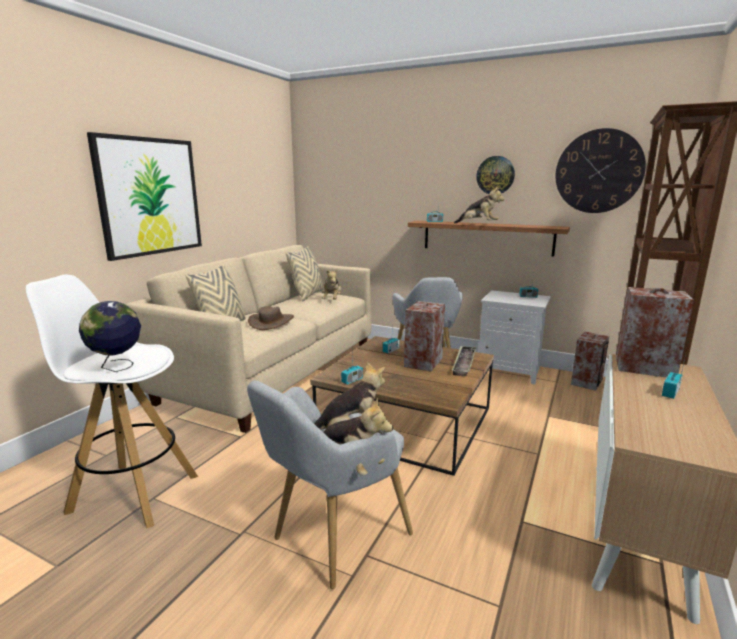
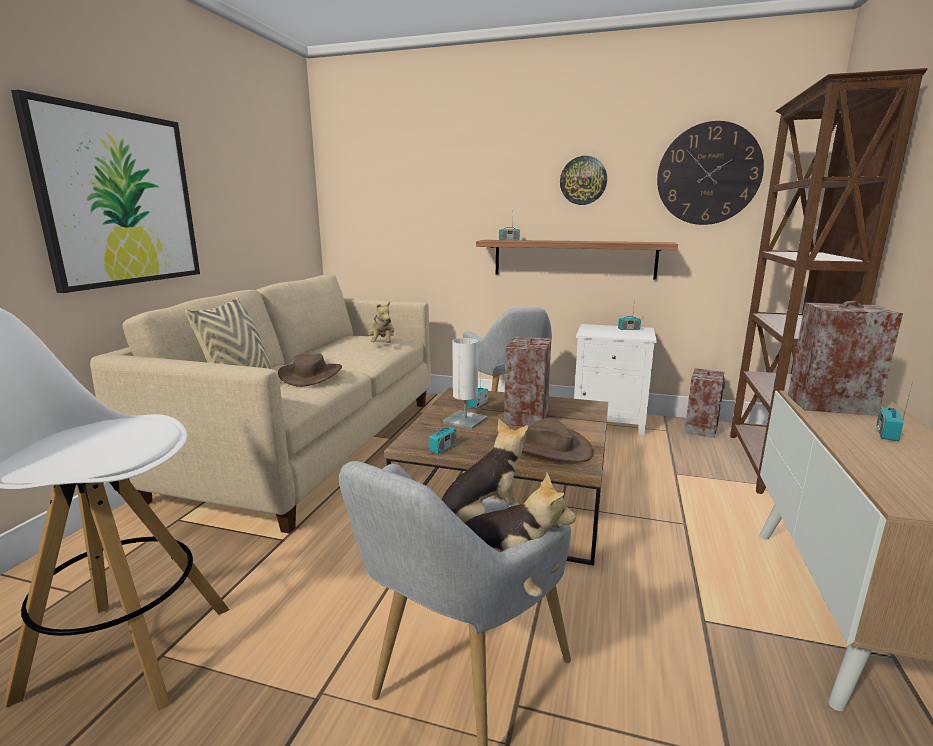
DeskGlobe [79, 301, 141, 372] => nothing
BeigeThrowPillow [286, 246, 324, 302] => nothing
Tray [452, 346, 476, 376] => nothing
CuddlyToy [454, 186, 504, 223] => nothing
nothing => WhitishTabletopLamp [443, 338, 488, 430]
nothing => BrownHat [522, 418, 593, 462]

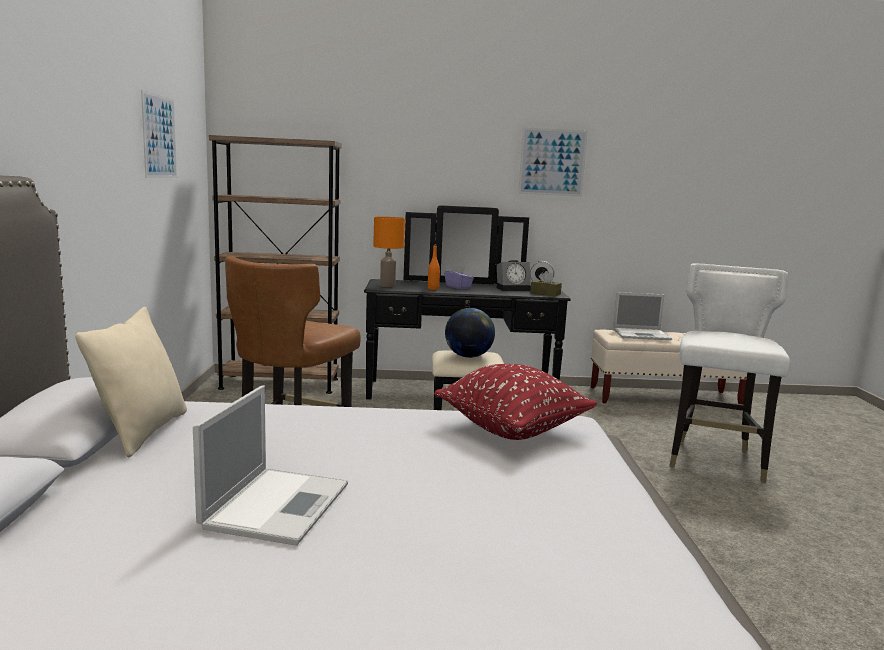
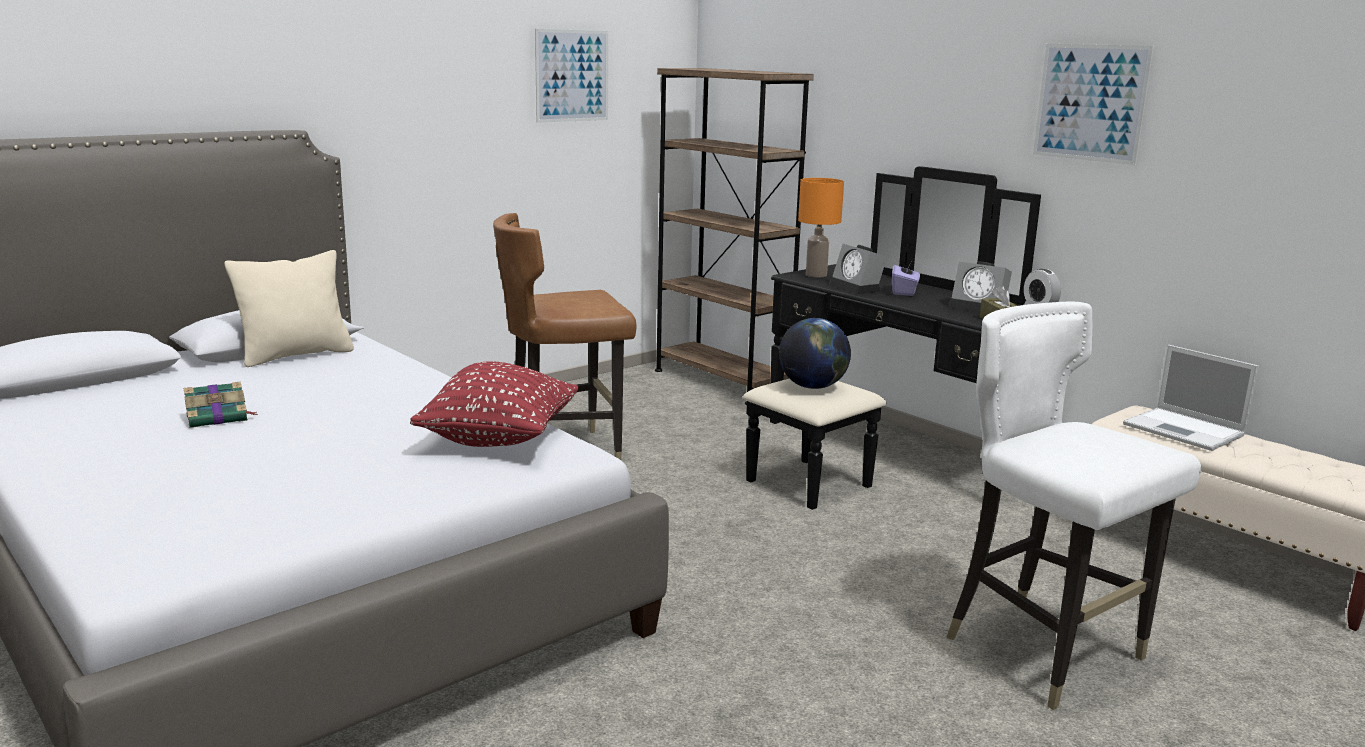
PortableComputer [193, 385, 348, 546] => Volume [184, 381, 257, 428]
OrangeBeverageBottle [428, 245, 440, 290] => TableClock [830, 244, 887, 294]
WhitishUprightChair [669, 264, 790, 483] => WhitishUprightChair [946, 302, 1201, 710], 105 degrees counterclockwise

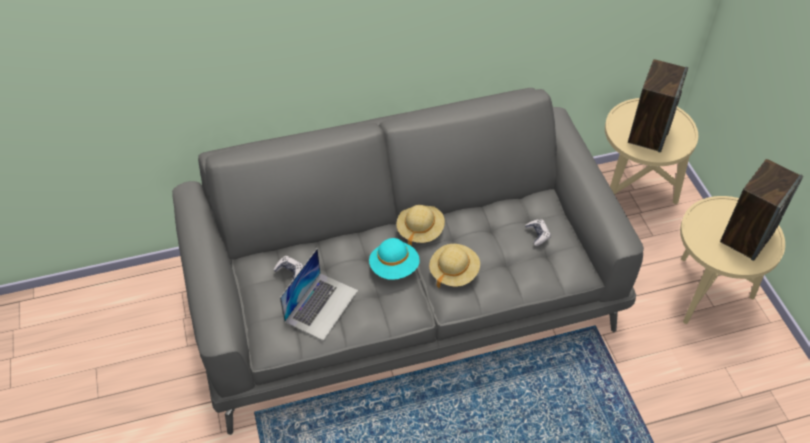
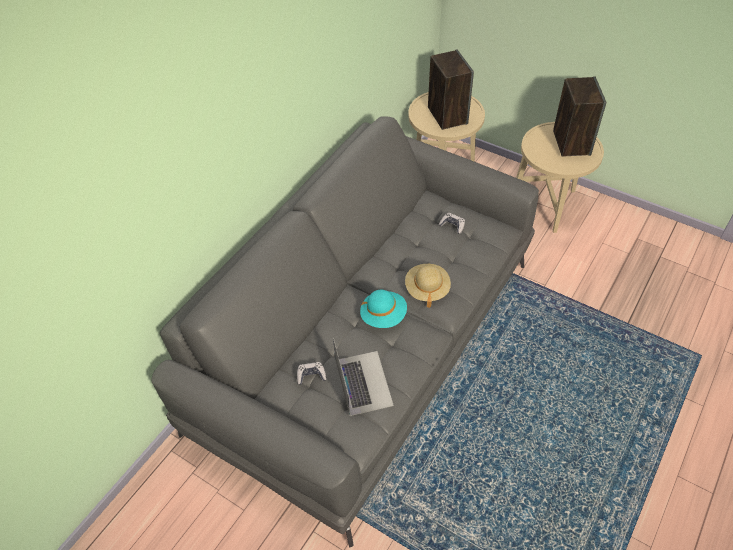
BeigeHat [397, 205, 445, 246] => nothing

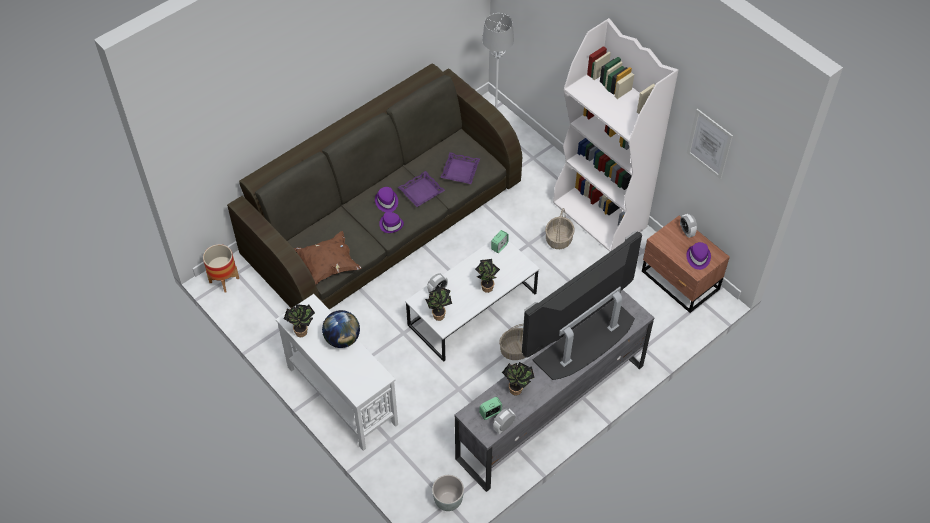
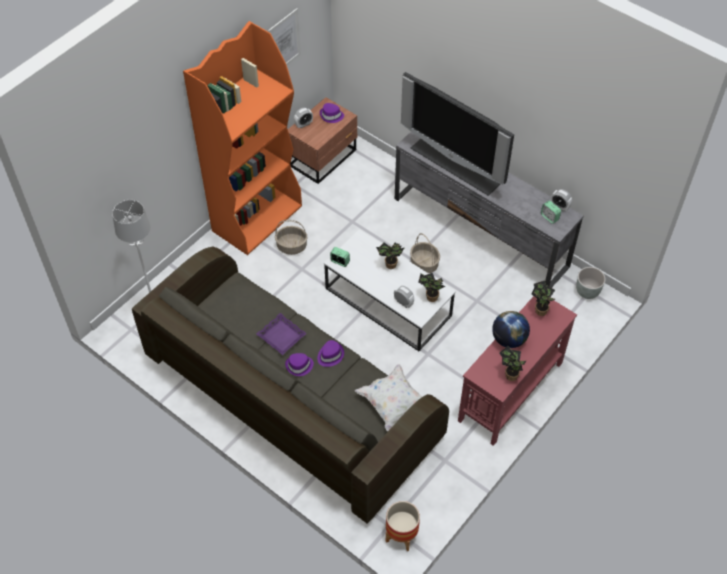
PurpleColouredTray [440, 152, 480, 184] => nothing
PottedPlant [502, 362, 535, 396] => PottedPlant [532, 280, 555, 316], relocated
WhitishConsoleTable [276, 294, 398, 451] => ReddishConsoleTable [458, 296, 577, 446]
BrownThrowPillow [294, 231, 361, 285] => WhitishThrowPillow [354, 364, 422, 431]
WhitishShelvingUnit [553, 18, 678, 252] => OrangeShelvingUnit [183, 21, 302, 255]

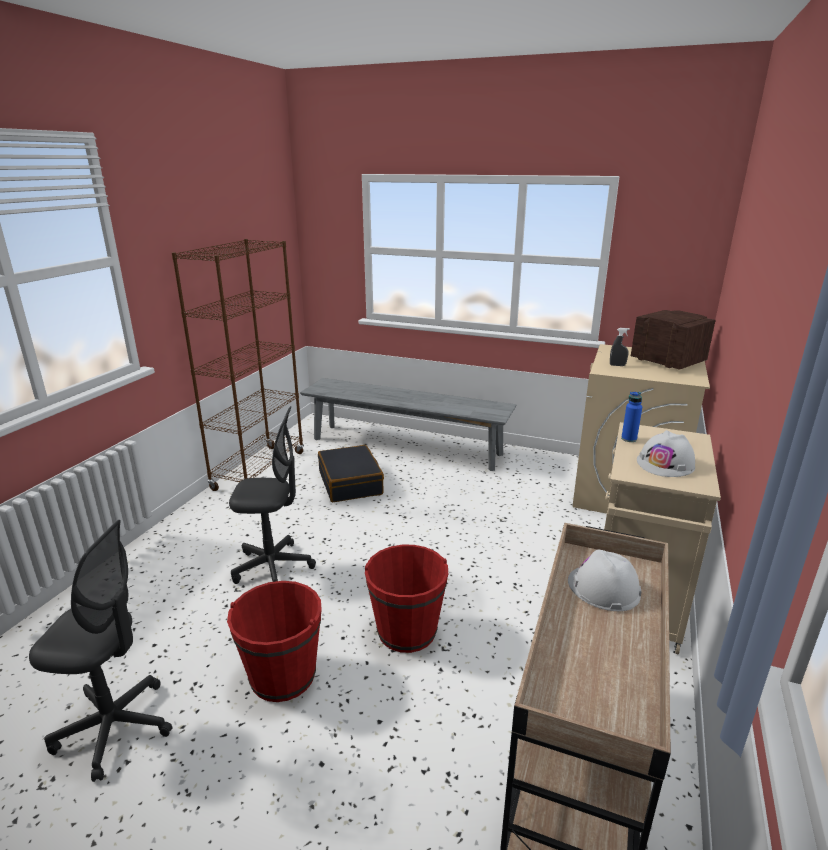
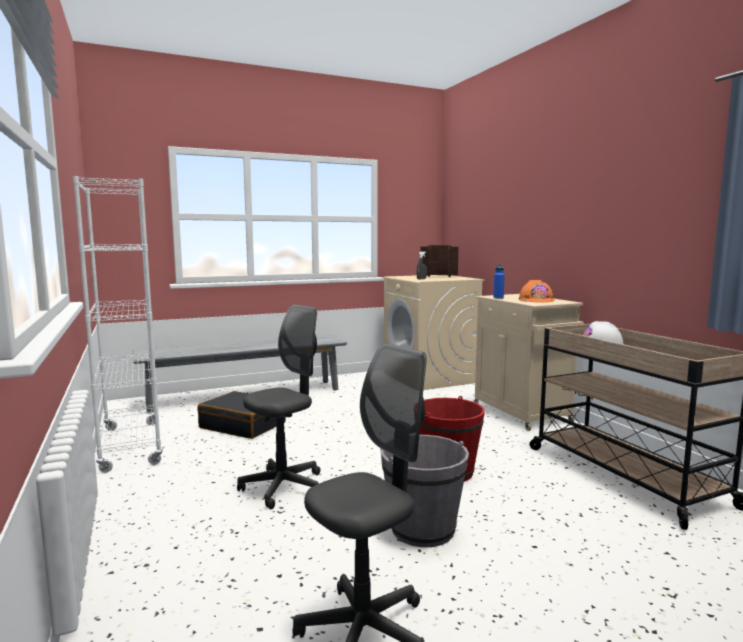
BrownShelvingUnit [172, 239, 304, 491] => WhitishShelvingUnit [73, 176, 163, 473]
ReddishWaterBucket [227, 581, 322, 702] => GreyWaterBucket [380, 435, 469, 547]
WhitishWorkHelmet [637, 430, 695, 477] => OrangeWorkHelmet [519, 280, 555, 303]

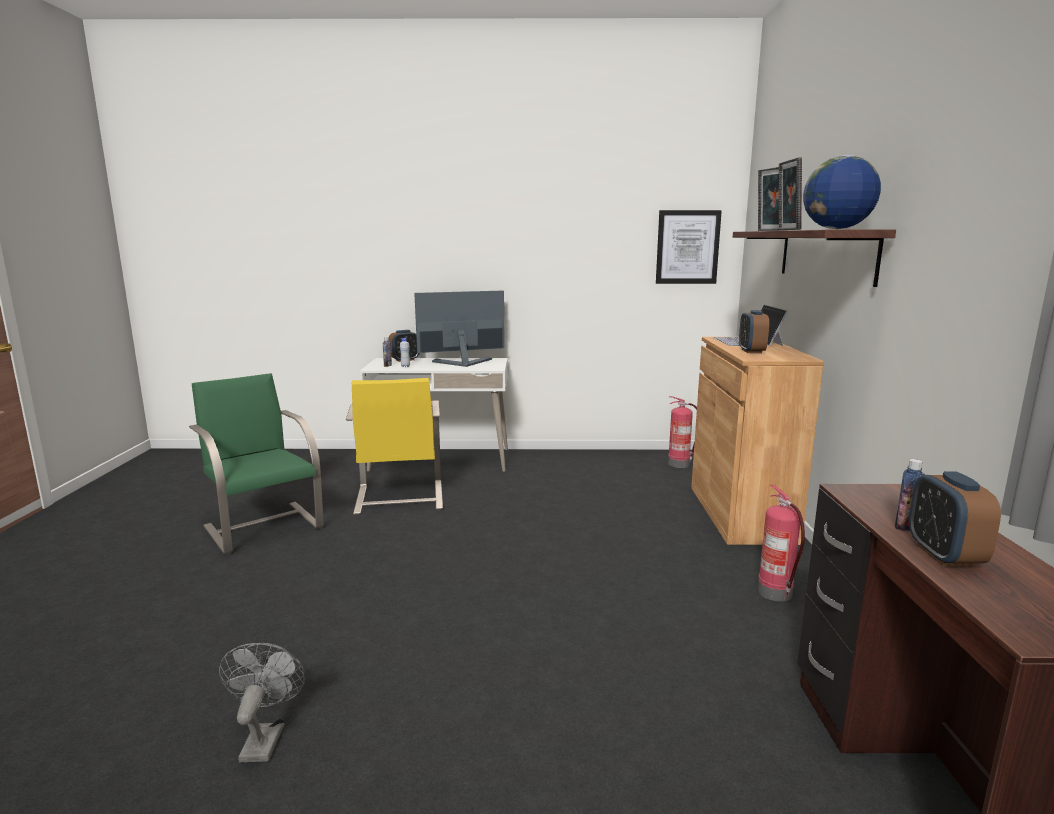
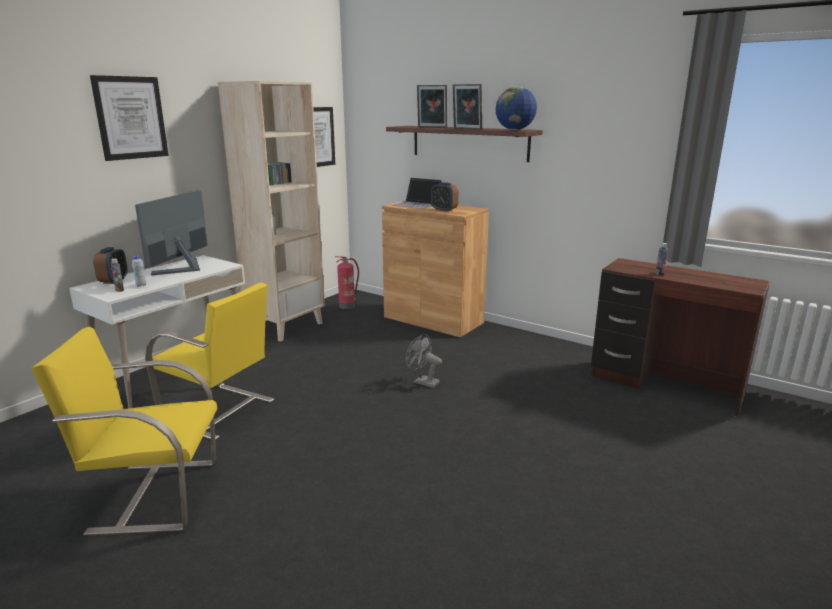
FireFightingCylinder [758, 484, 805, 601] => nothing
TableClock [909, 471, 1001, 567] => nothing
nothing => WallPicture [90, 75, 169, 161]
nothing => BeigeShelvingUnit [218, 81, 325, 342]
GreyFan [219, 643, 305, 762] => GreyFan [406, 334, 442, 388], relocated
GreenishUprightChair [189, 373, 324, 555] => YellowishUprightChair [31, 327, 217, 536]

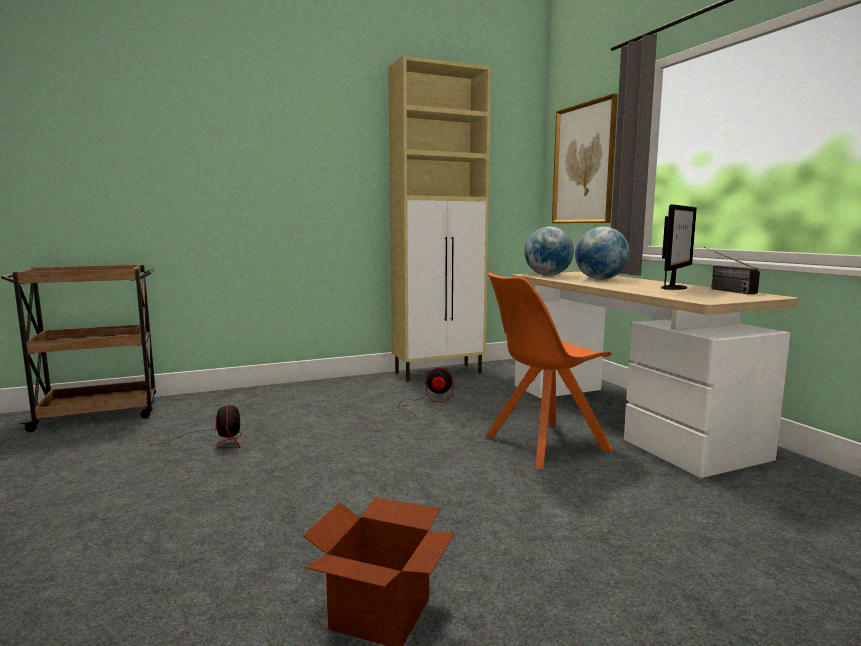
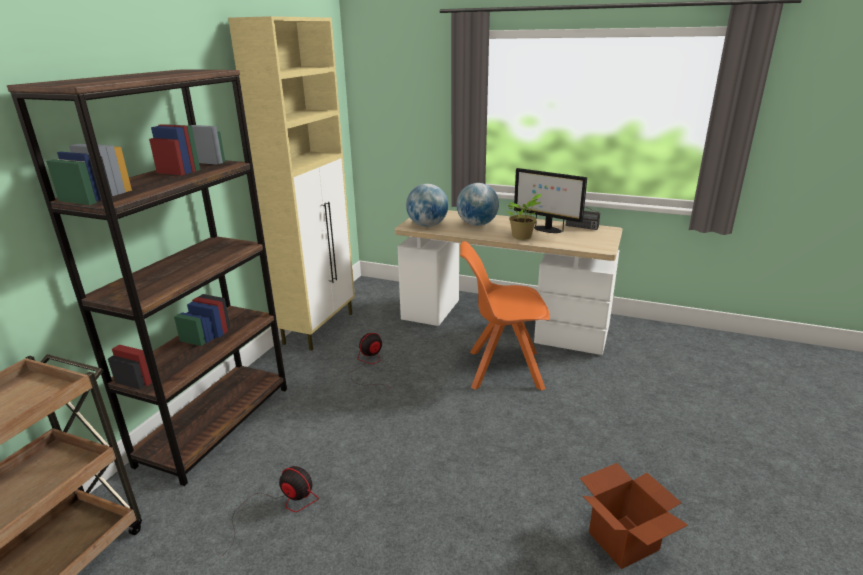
WallPicture [552, 93, 618, 223] => nothing
nothing => BrownShelvingUnit [7, 69, 287, 486]
nothing => PottedPlant [506, 194, 541, 240]
OrangeUprightChair [485, 272, 613, 469] => OrangeUprightChair [460, 241, 550, 391], 75 degrees clockwise
ComputerDisplay [661, 204, 697, 290] => ComputerDisplay [514, 168, 587, 233], 135 degrees clockwise

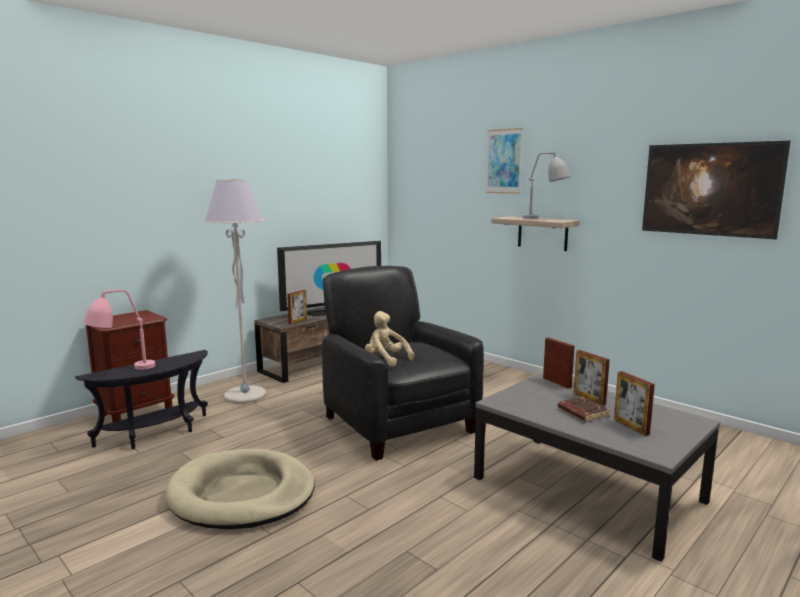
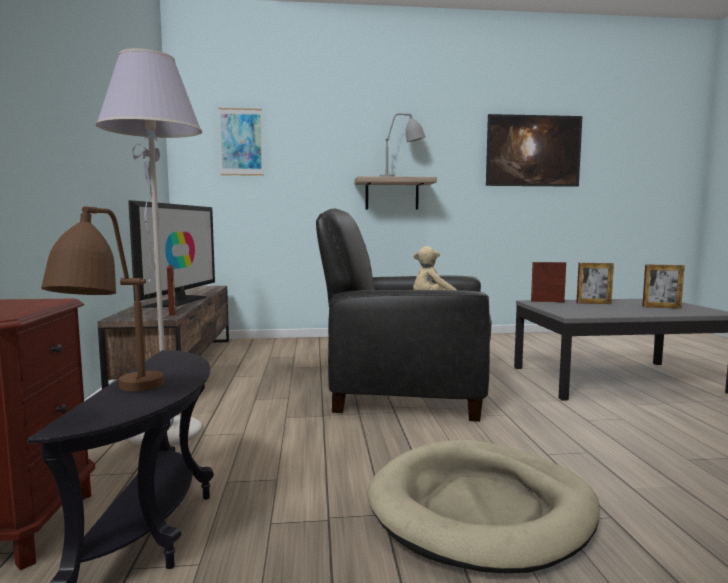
BrownVolume [558, 397, 611, 422] => nothing
WallPicture [486, 128, 523, 194] => WallPicture [218, 108, 264, 176], relocated
PinkColouredTabletopLamp [83, 289, 155, 370] => BrownTabletopLamp [41, 206, 165, 392]

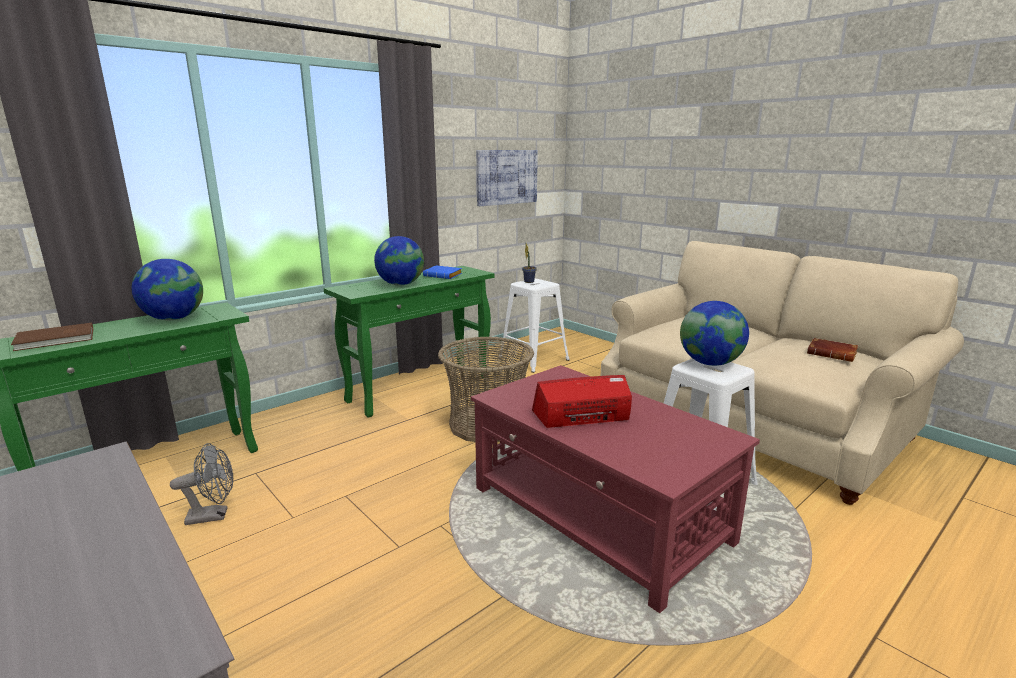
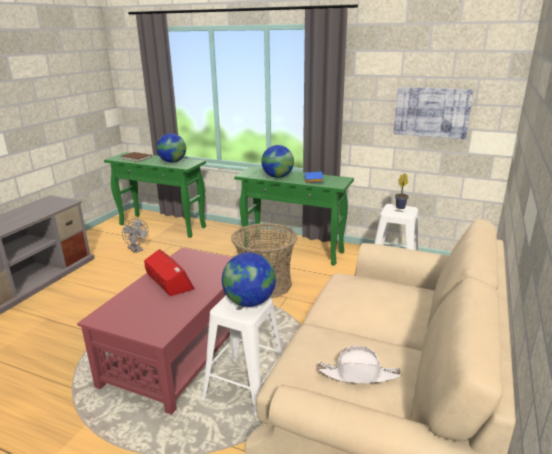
BrownVolume [807, 338, 858, 362] => WhitishHat [317, 346, 401, 383]

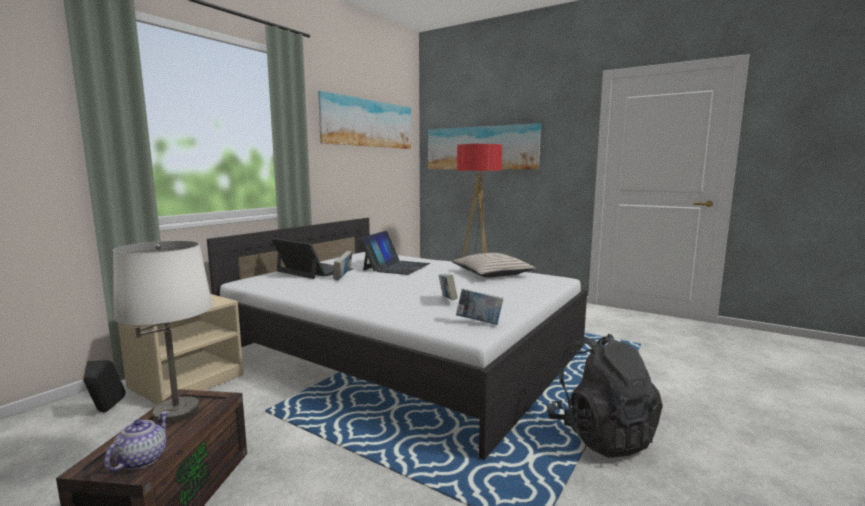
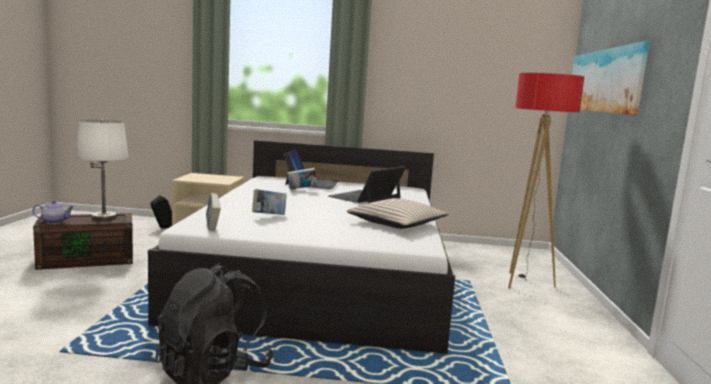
WallPicture [318, 91, 411, 149] => nothing
PortableComputer [359, 231, 430, 275] => PortableComputer [328, 166, 406, 203], 135 degrees clockwise

